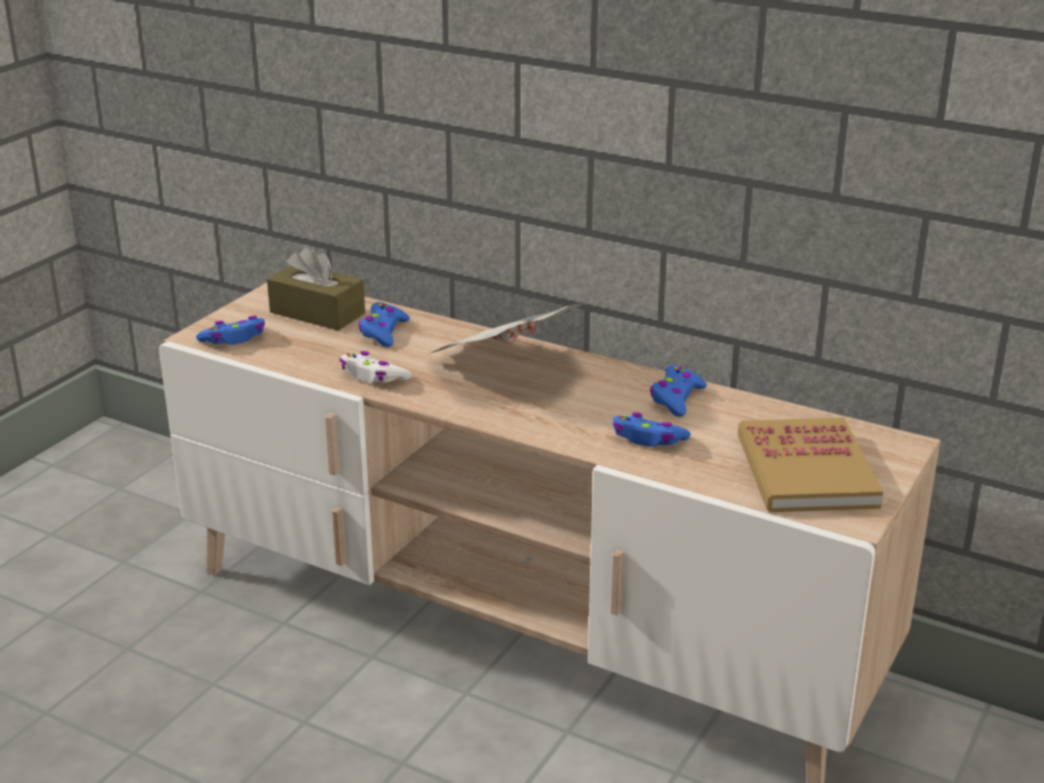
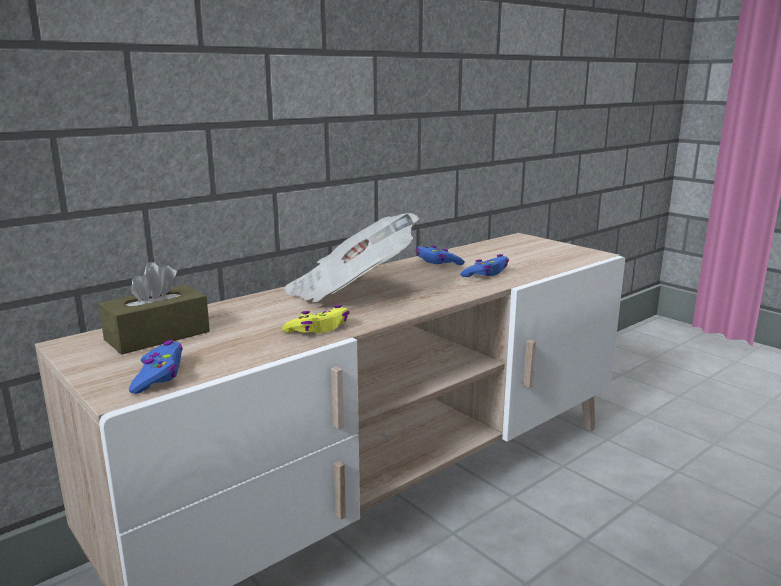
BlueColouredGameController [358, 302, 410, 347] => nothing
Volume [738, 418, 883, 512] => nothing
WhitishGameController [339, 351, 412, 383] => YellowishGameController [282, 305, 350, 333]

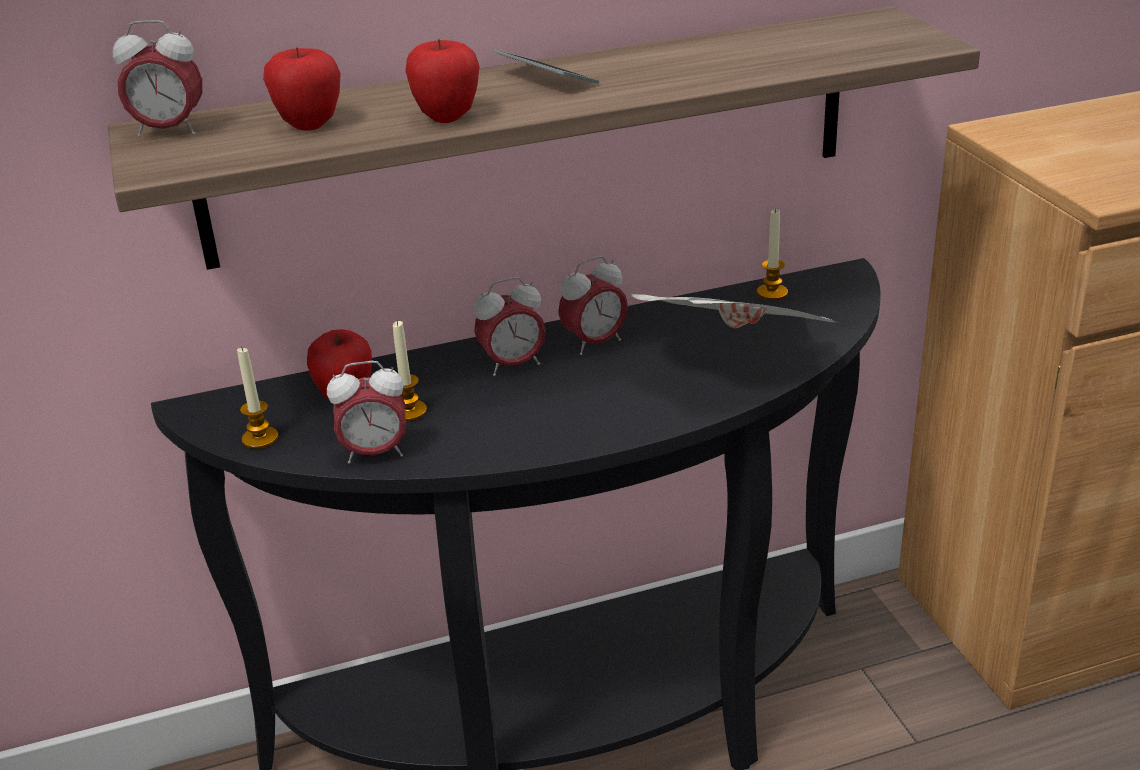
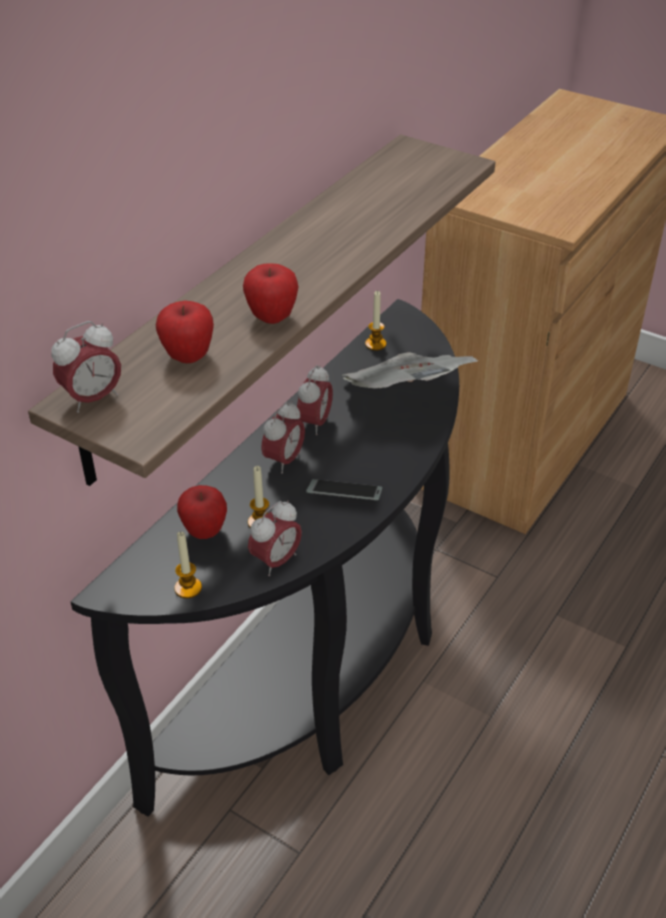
Handset [494, 49, 599, 84] => Handset [306, 479, 382, 500], relocated

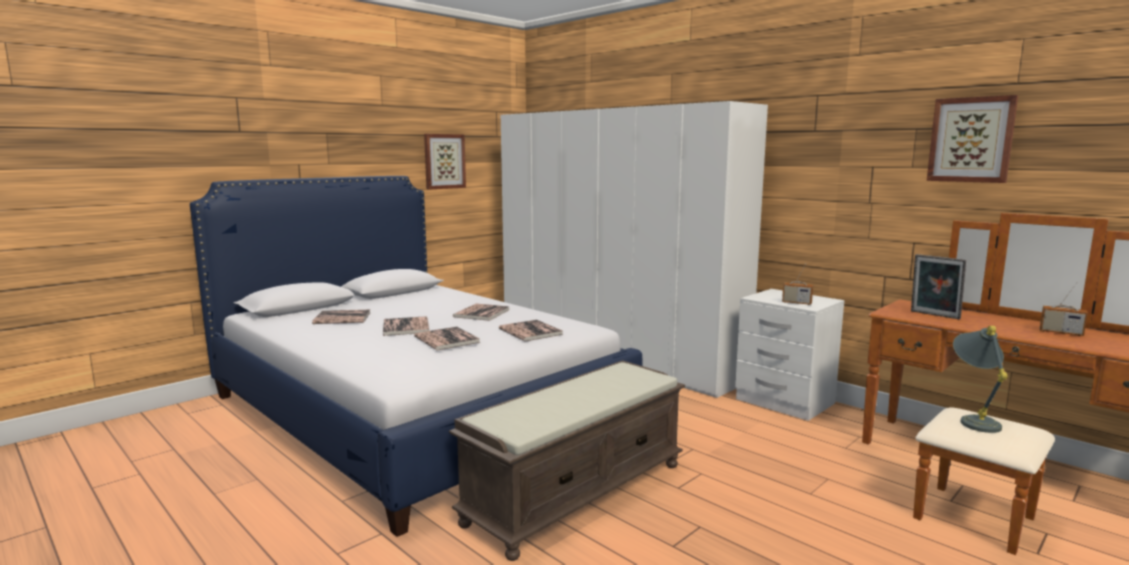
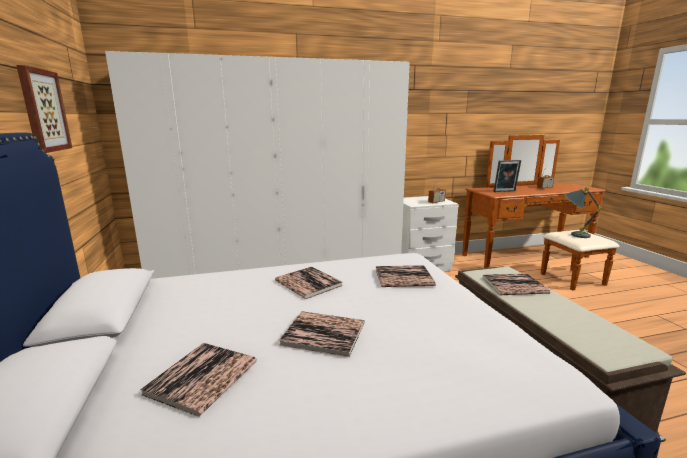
WallPicture [927, 95, 1018, 183] => nothing
Volume [414, 326, 480, 350] => Volume [482, 273, 550, 295], relocated

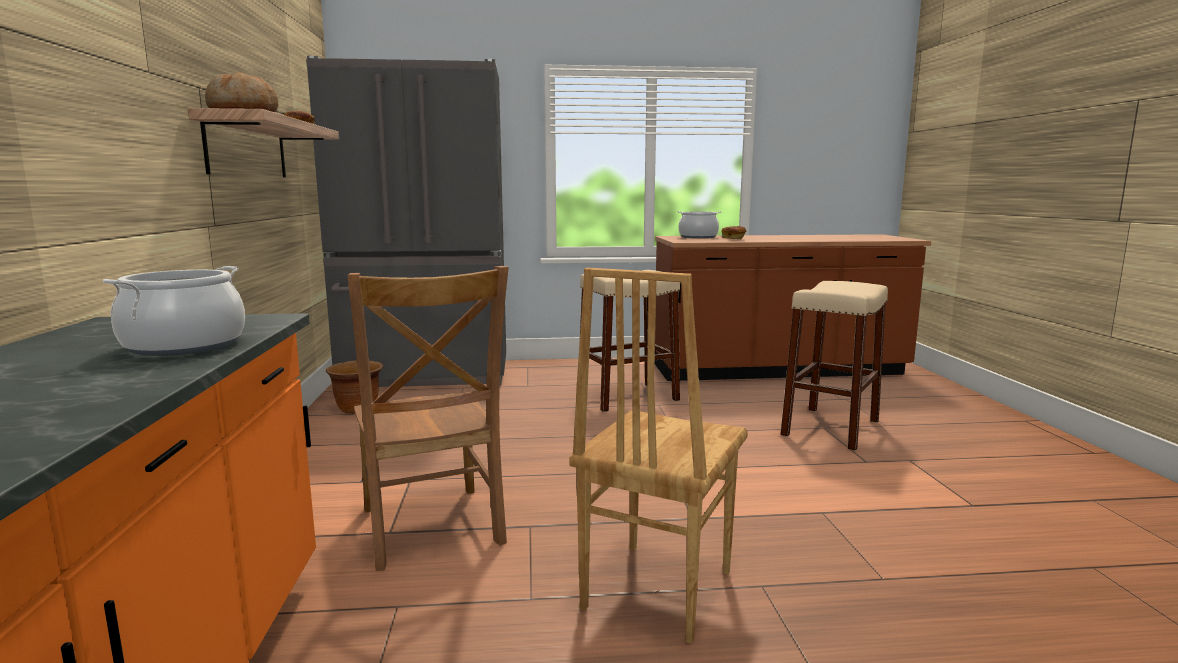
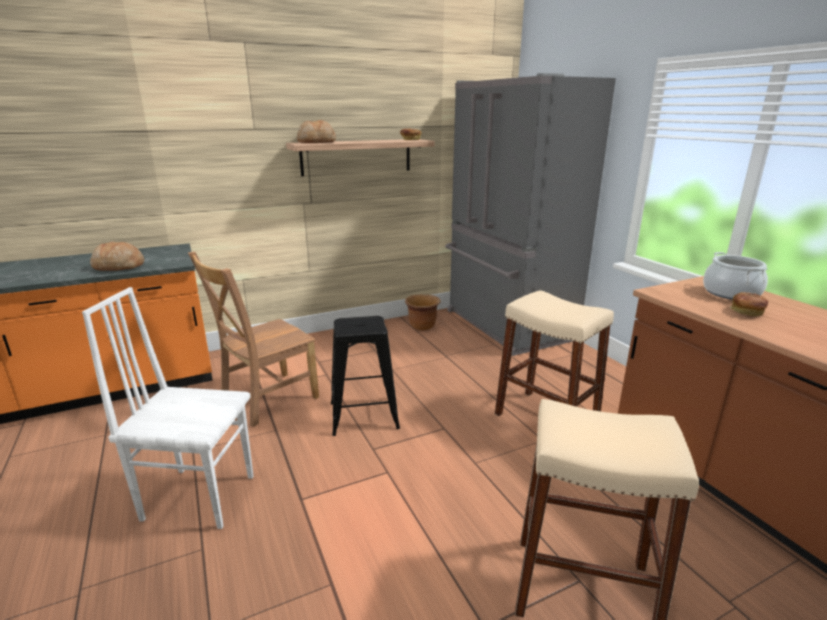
nothing => BlackStool [331, 316, 400, 436]
Stockpot [103, 266, 245, 356] => Bread [90, 241, 144, 271]
BrownUprightChair [569, 268, 748, 644] => WhitishUprightChair [82, 287, 254, 529]

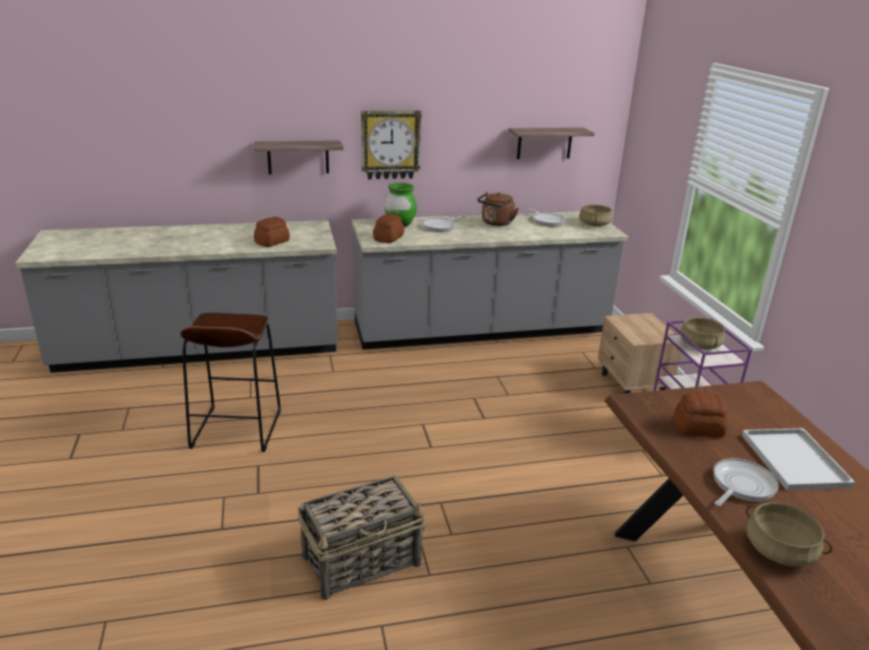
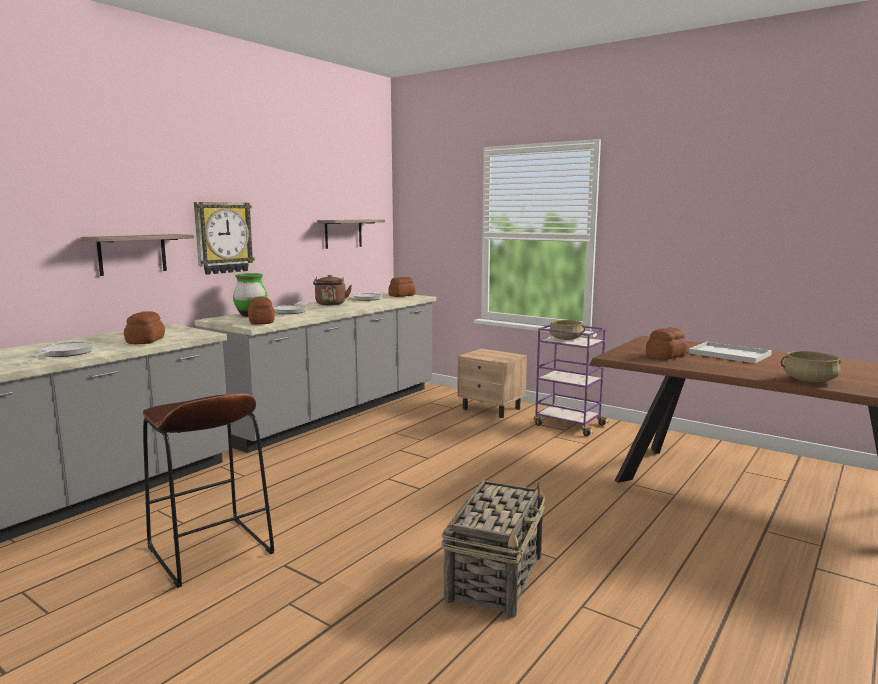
FryingPan [713, 458, 779, 506] => FryingPan [31, 342, 94, 357], relocated
BeigeStockpot [579, 204, 612, 226] => Bread [388, 277, 415, 297]

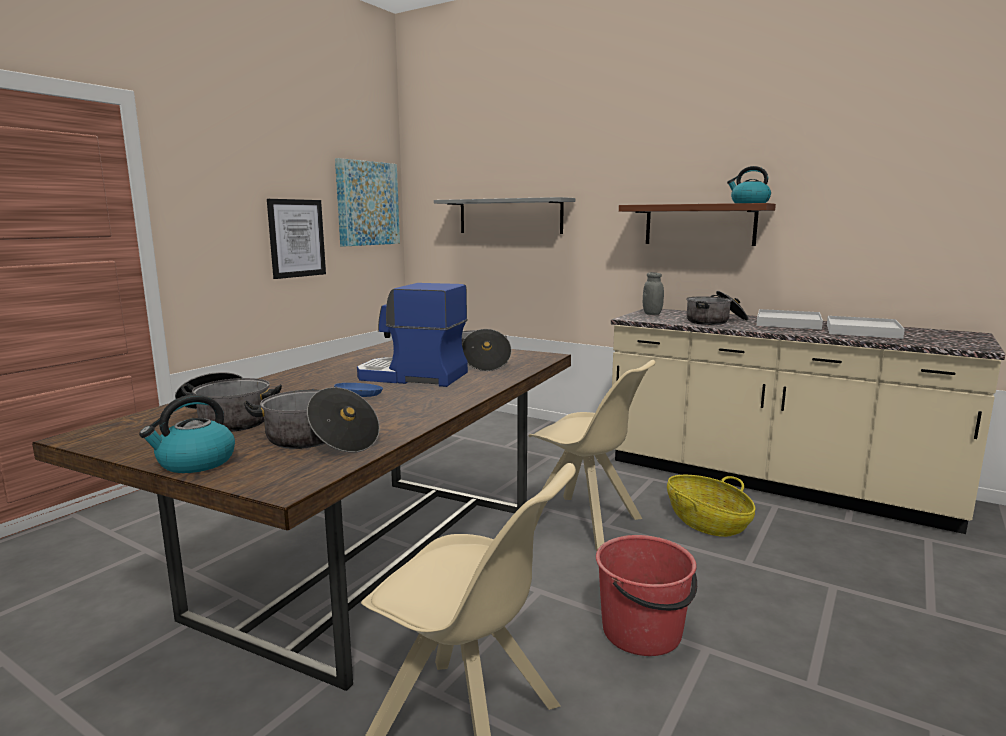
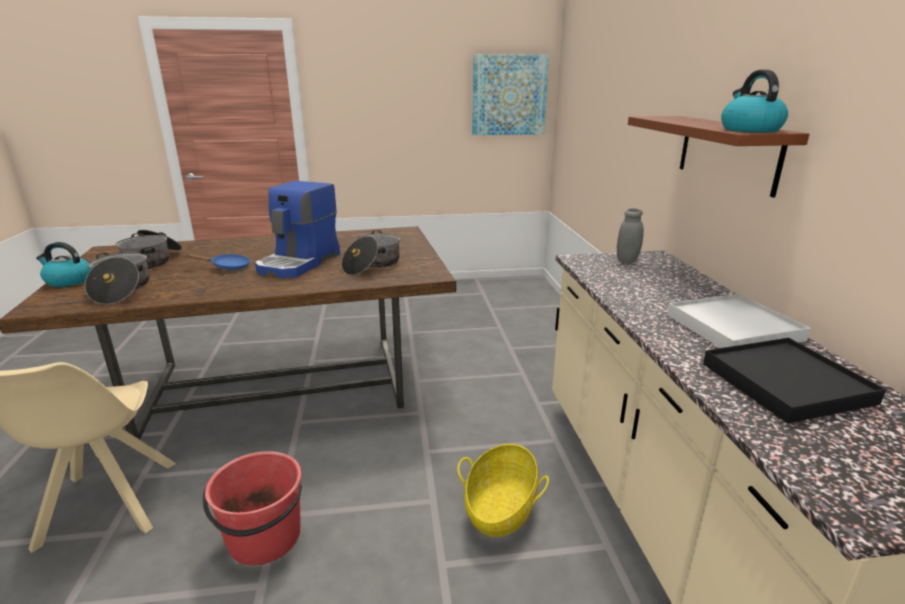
WallPicture [267, 199, 326, 279] => nothing
GreyShelf [434, 197, 575, 234] => nothing
BeigeUprightChair [529, 360, 656, 551] => nothing
Stockpot [686, 291, 748, 325] => nothing
WhitishTray [827, 316, 905, 339] => BlackTray [703, 338, 886, 424]
CoffeeMaker [357, 283, 468, 387] => CoffeeMaker [255, 181, 340, 278], 135 degrees counterclockwise

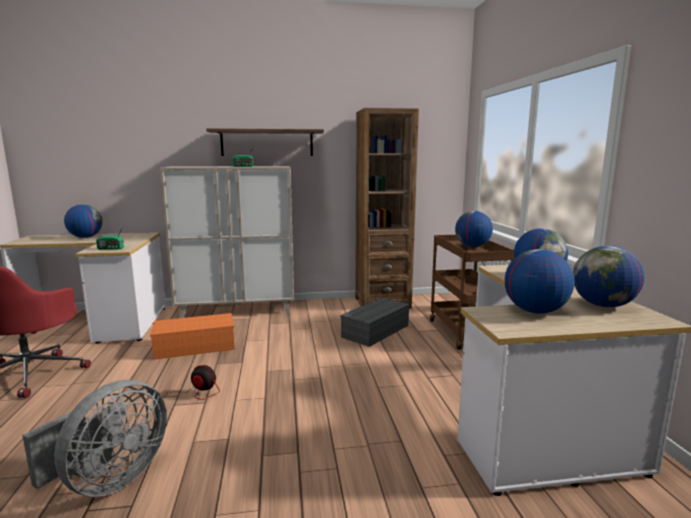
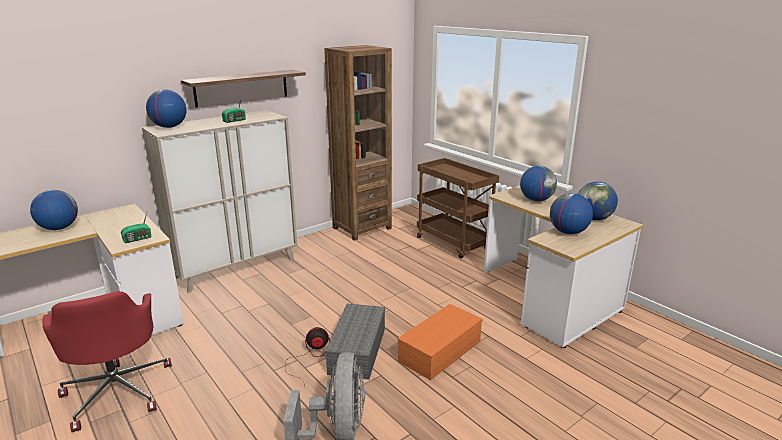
OrangeStorageBox [150, 313, 235, 360] => OrangeStorageBox [397, 304, 483, 380], relocated
GreyStorageBox [340, 298, 410, 347] => GreyStorageBox [325, 304, 385, 380], relocated
DeskGlobe [455, 211, 493, 247] => DeskGlobe [146, 89, 187, 128], relocated

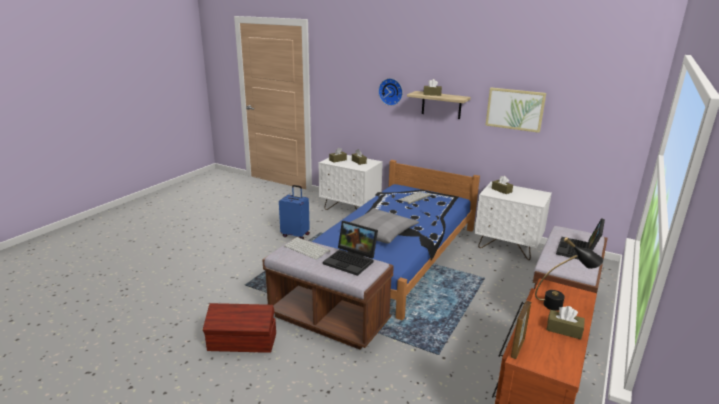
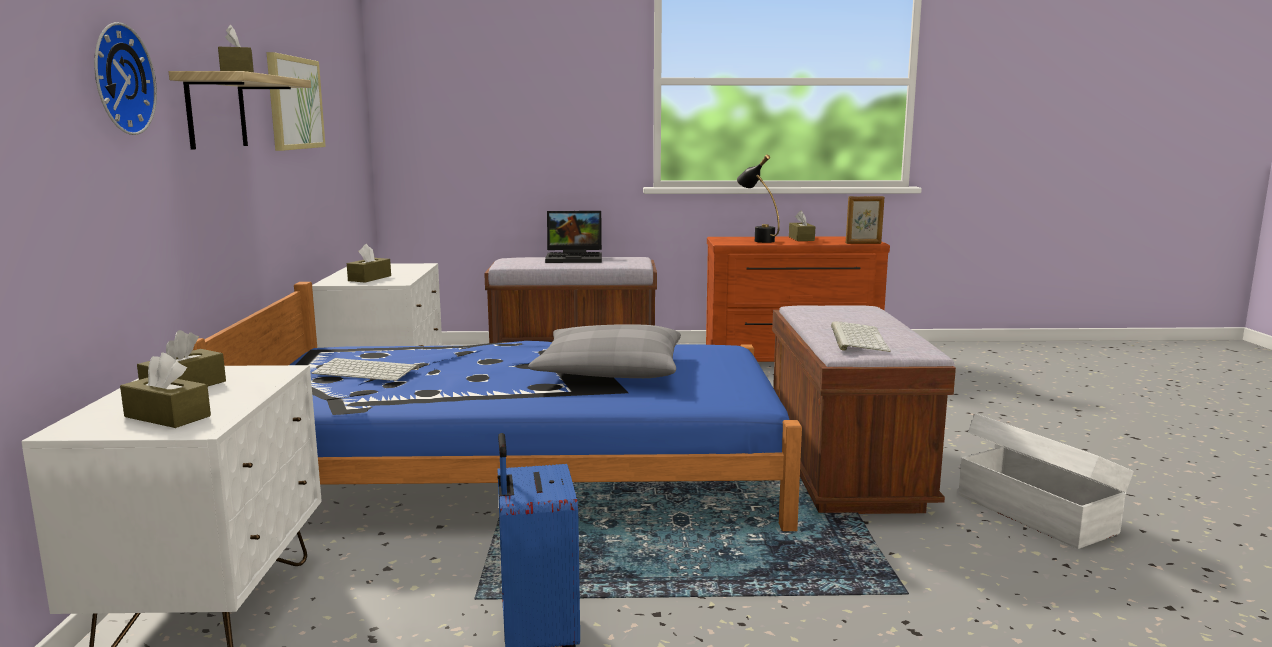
PortableComputer [323, 221, 378, 276] => nothing
BrownStorageBox [203, 303, 276, 353] => WhitishStorageBox [959, 414, 1134, 549]

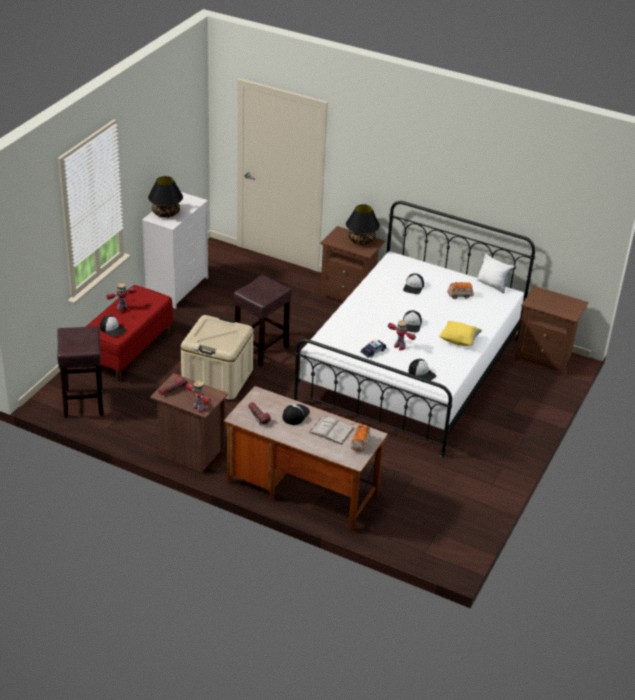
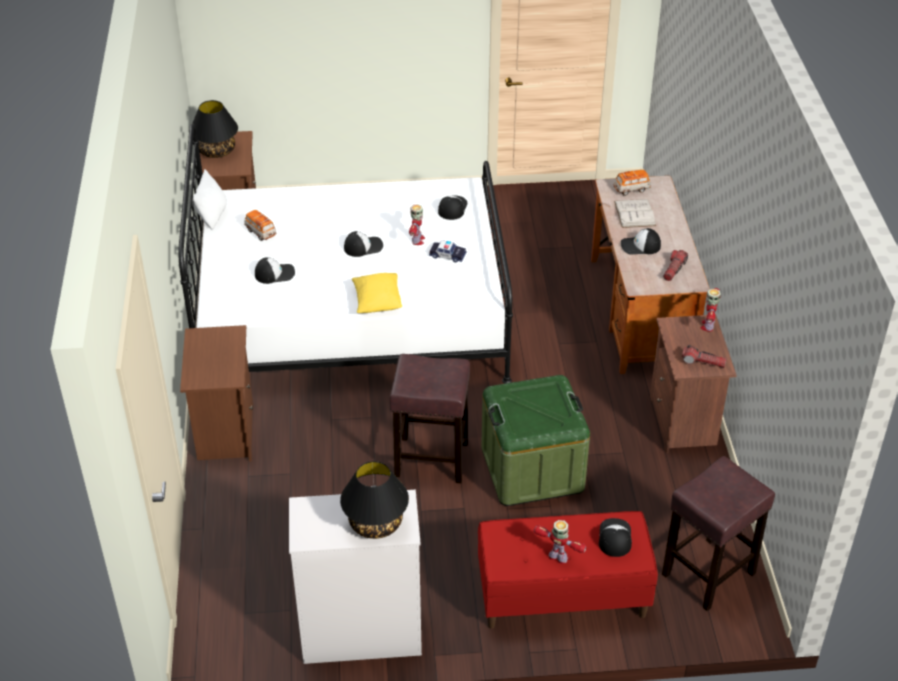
BlackTabletopLamp [346, 204, 380, 245] => BlackTabletopLamp [192, 100, 238, 158], relocated
YellowishThrowPillow [439, 321, 482, 346] => YellowishThrowPillow [352, 273, 402, 313], relocated
BeigeStorageBox [181, 315, 253, 401] => GreenishStorageBox [481, 375, 590, 506]

